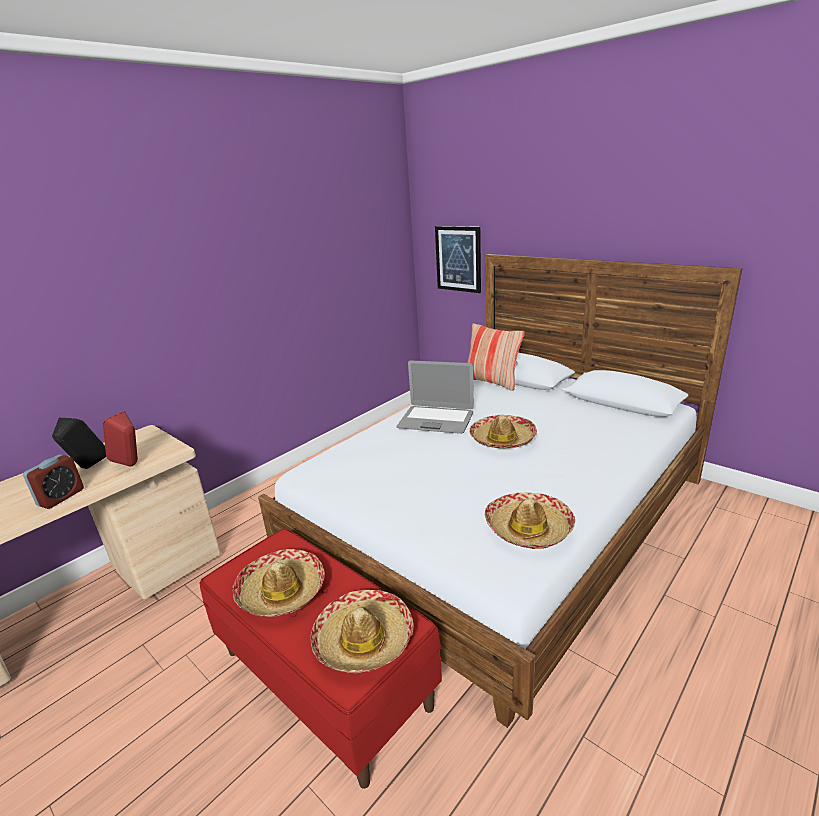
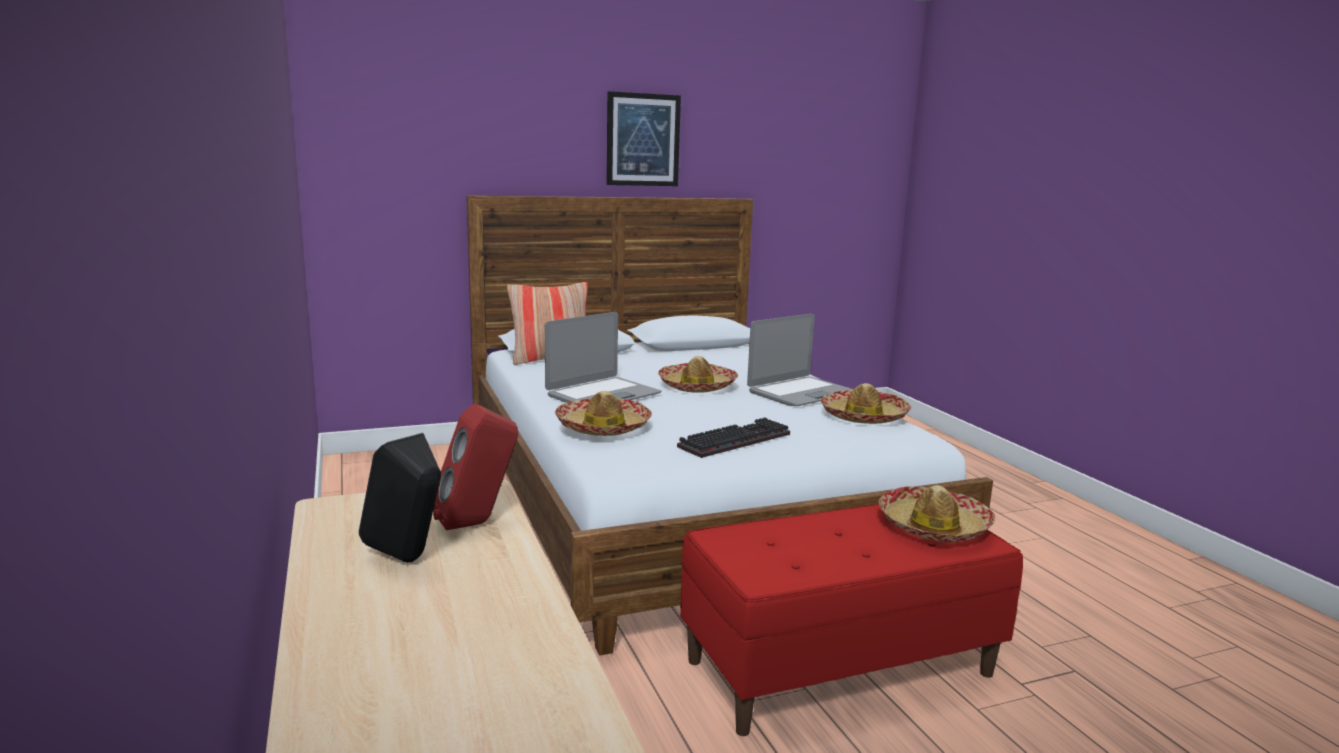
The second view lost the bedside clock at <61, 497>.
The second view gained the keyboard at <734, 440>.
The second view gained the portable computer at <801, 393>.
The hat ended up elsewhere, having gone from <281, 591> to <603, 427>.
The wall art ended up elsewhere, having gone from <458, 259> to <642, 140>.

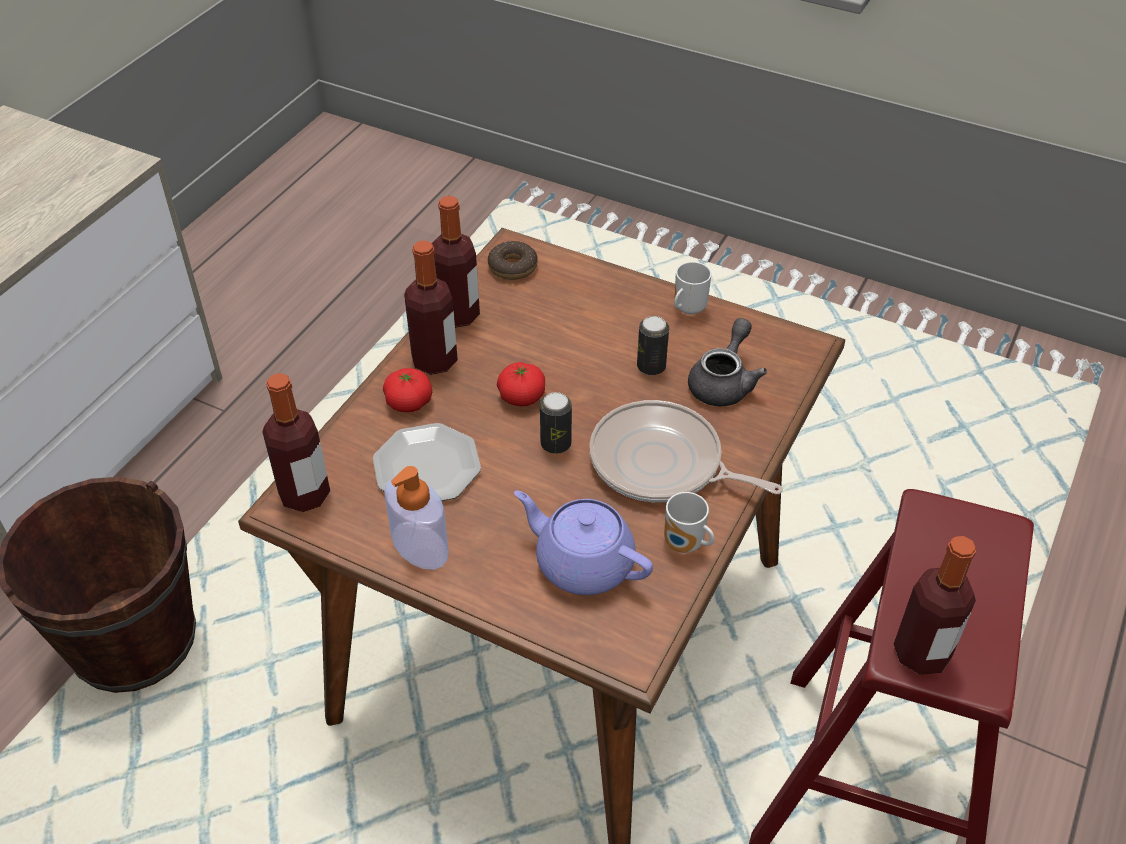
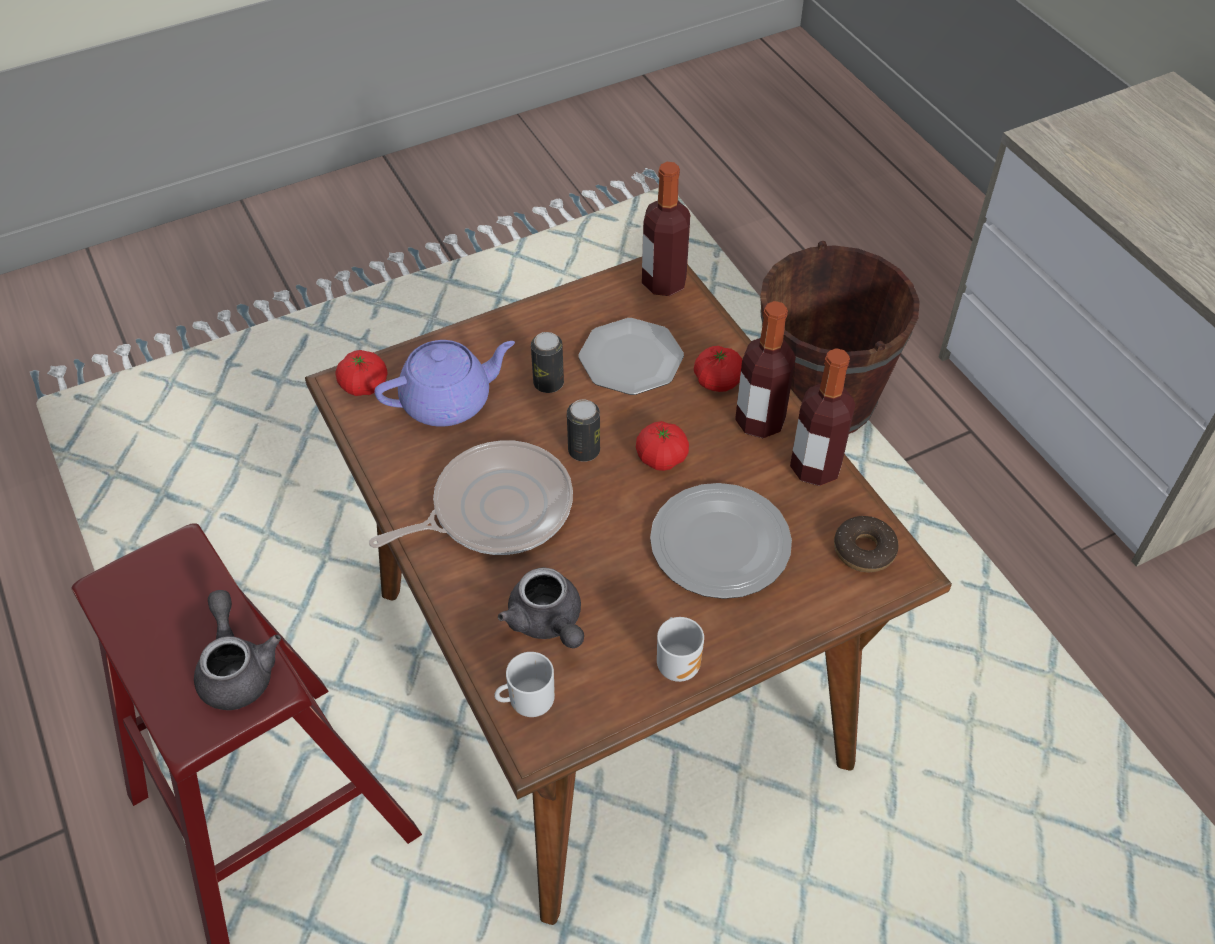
The second view lost the liquid soap bottle at <420, 545>.
The second view lost the beverage bottle at <921, 654>.
The second view gained the pot for tea (gray) at <237, 668>.
The second view gained the whole tomato at <364, 385>.
The second view gained the flat dish at <722, 543>.
The metal can ended up elsewhere, having gone from <651, 366> to <548, 383>.
The mug ended up elsewhere, having gone from <684, 546> to <528, 702>.

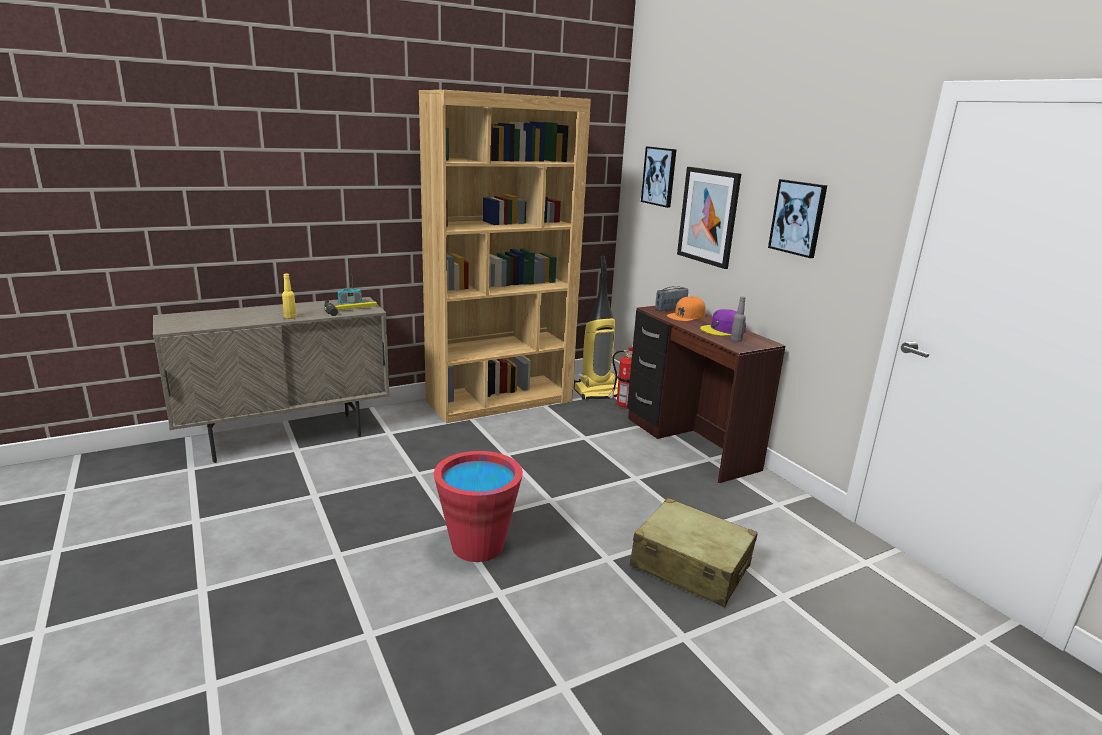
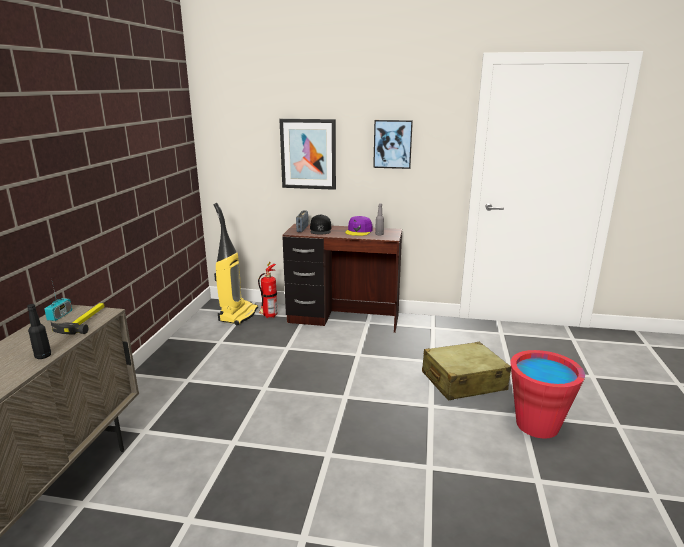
The second view lost the bookshelf (brown-coloured) at <500, 401>.
The second view lost the wall art at <659, 176>.
The pail (red-coloured) ended up elsewhere, having gone from <478, 546> to <537, 425>.
What was the beverage bottle (yellowish) at <290, 317> turned into the beverage bottle (black-coloured) at <43, 356>.
What was the peaked cap (orange) at <686, 315> turned into the peaked cap (black-coloured) at <320, 229>.

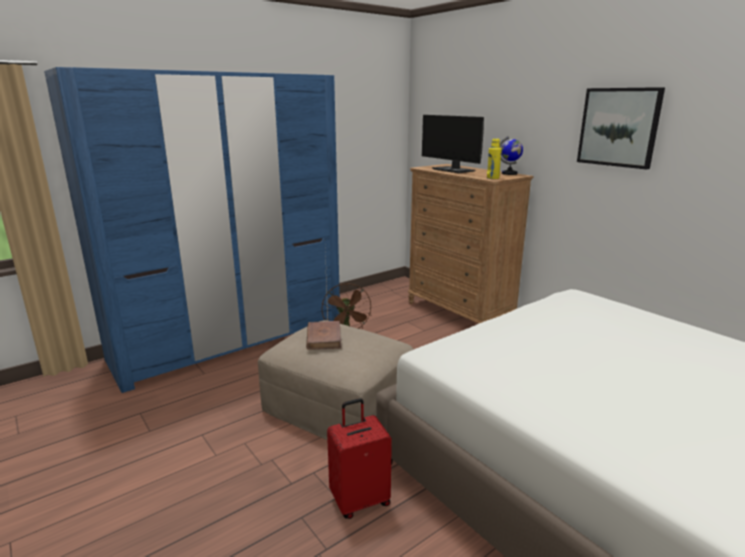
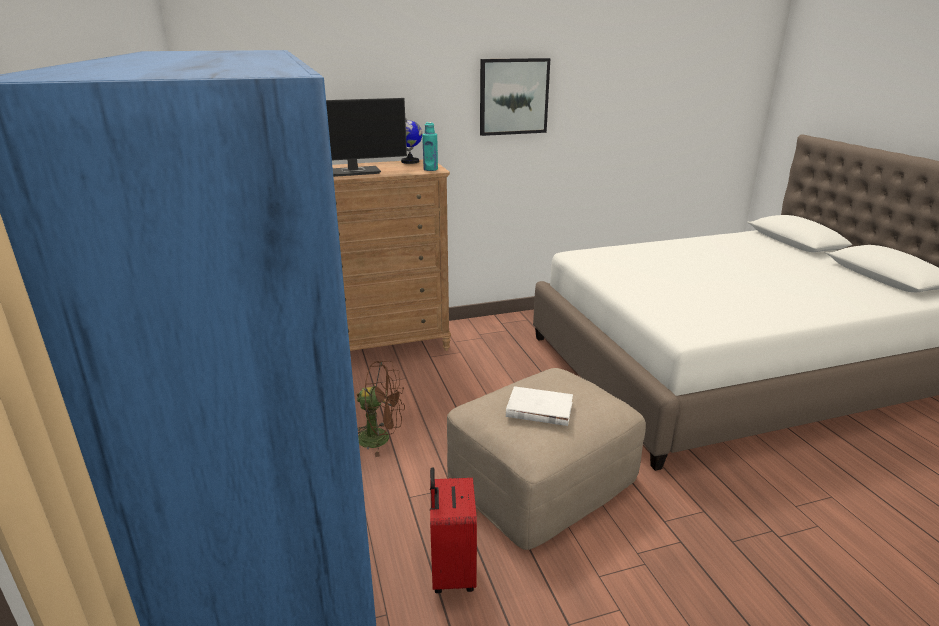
The piece of luggage (red-coloured) ended up elsewhere, having gone from <360, 500> to <451, 572>.
What was the book (brown-coloured) at <324, 338> turned into the book (white) at <539, 409>.
What was the beverage bottle (yellowish) at <492, 178> turned into the beverage bottle (turquoise-coloured) at <430, 169>.

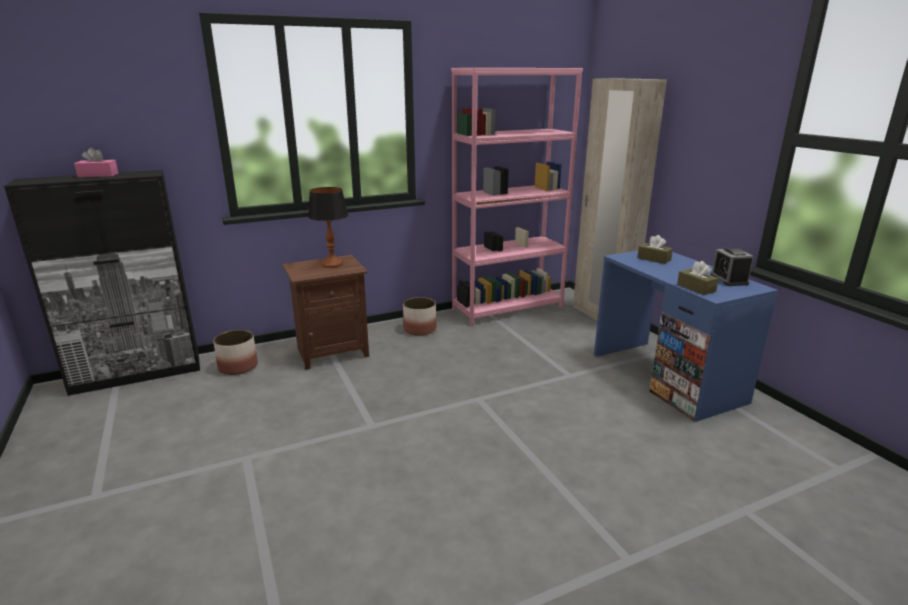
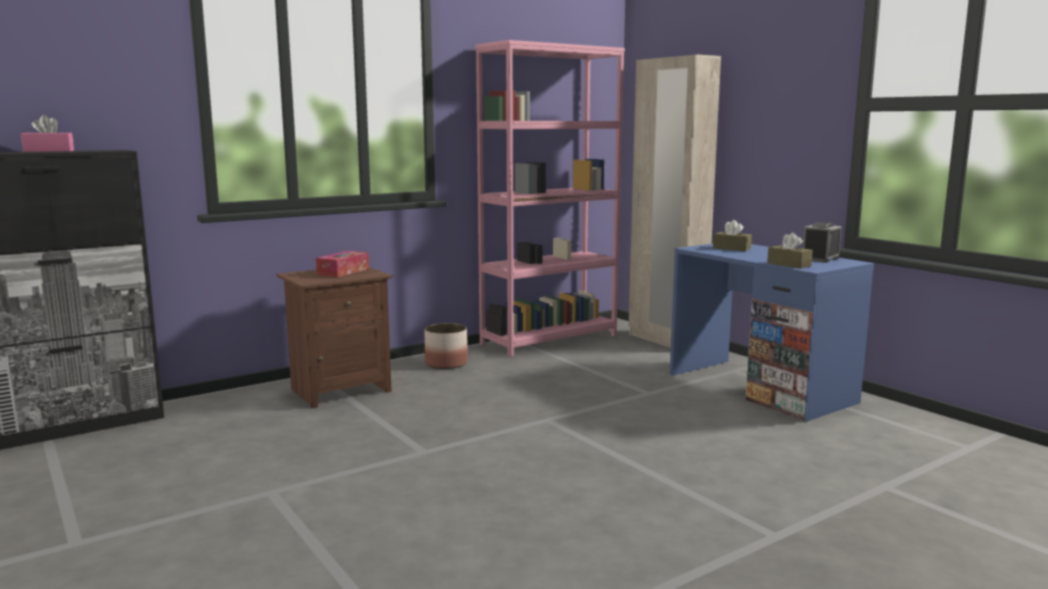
The second view lost the flower pot at <238, 366>.
Where the lamp for a table stood at <332, 264>, the tissue box came to stand at <343, 271>.
The bedside clock at <729, 280> ended up facing another way, 60 degrees clockwise from before.

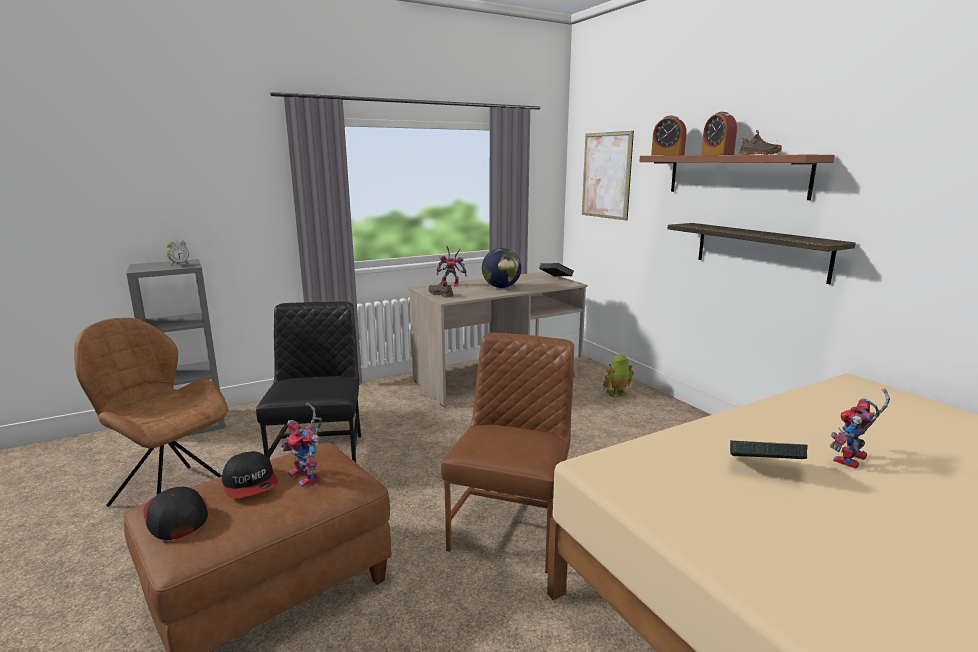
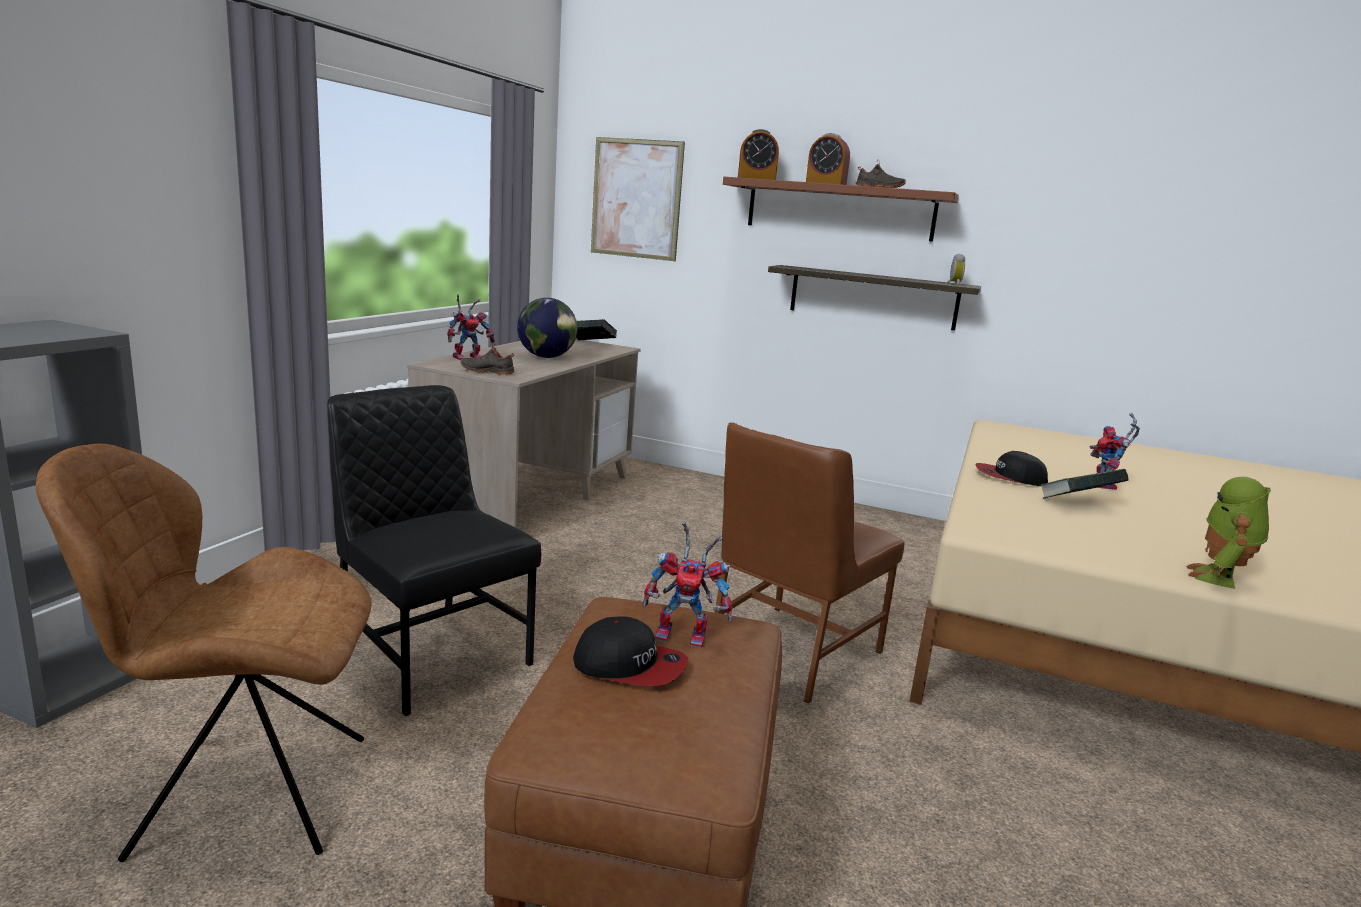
The peaked cap ended up elsewhere, having gone from <175, 516> to <1010, 478>.
The bedside clock ended up elsewhere, having gone from <179, 264> to <953, 284>.
The toy robot ended up elsewhere, having gone from <617, 394> to <1219, 578>.
The upright chair (brown-coloured) at <513, 525> ended up facing another way, 120 degrees counterclockwise from before.

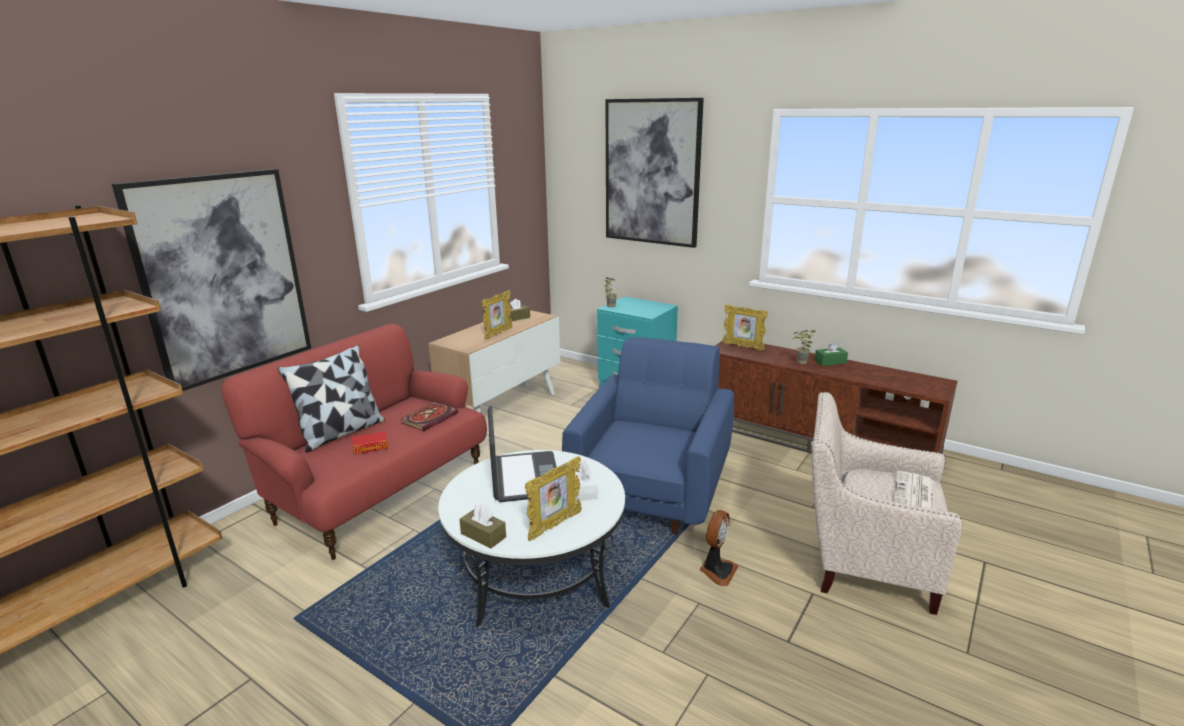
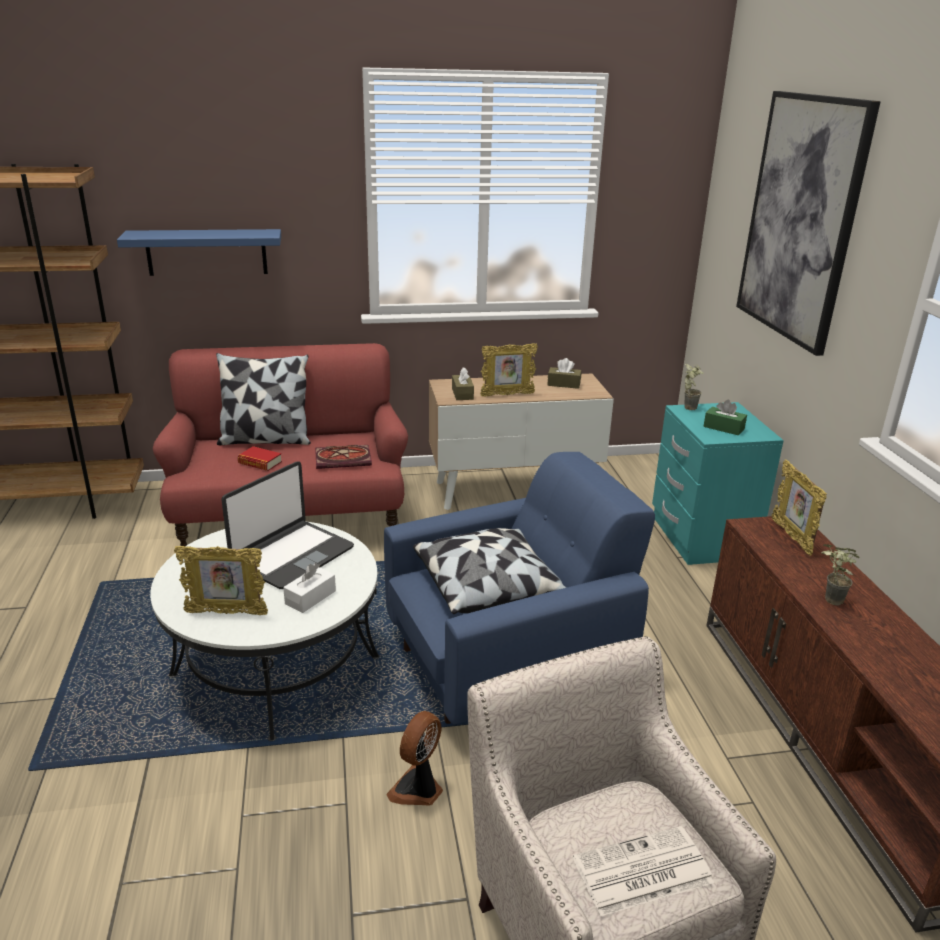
The second view gained the throw pillow at <488, 586>.
The tissue box (brown-coloured) ended up elsewhere, having gone from <483, 535> to <462, 394>.
The tissue box (greenish) ended up elsewhere, having gone from <830, 362> to <723, 428>.
Where the wall art hung at <223, 277>, the bracket shelf (blue-coloured) came to hang at <206, 252>.
The cooling fan at <717, 571> ended up facing another way, 135 degrees clockwise from before.

